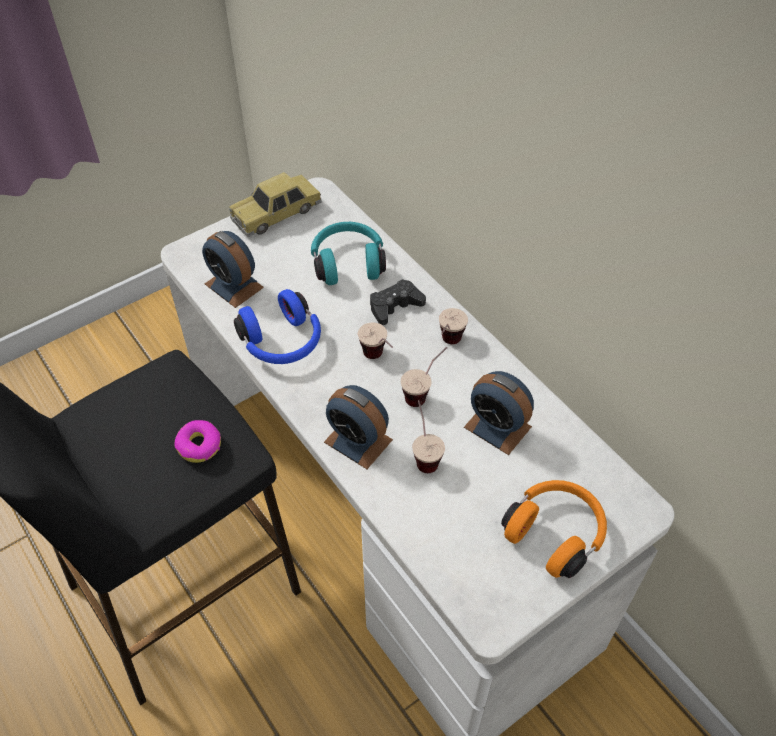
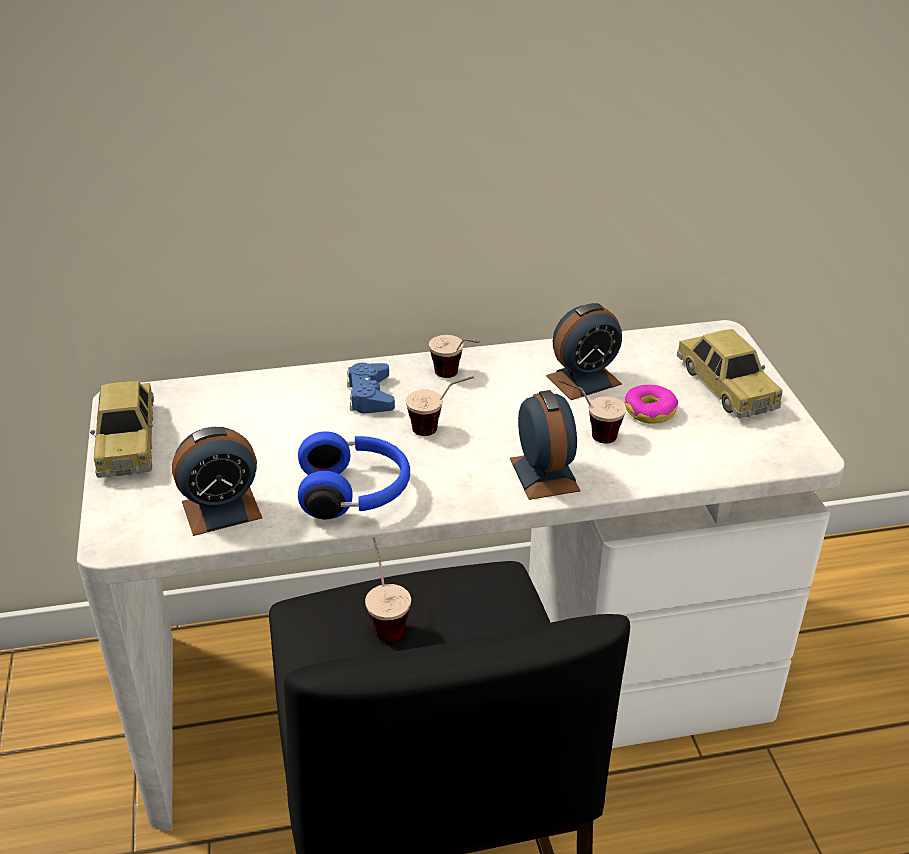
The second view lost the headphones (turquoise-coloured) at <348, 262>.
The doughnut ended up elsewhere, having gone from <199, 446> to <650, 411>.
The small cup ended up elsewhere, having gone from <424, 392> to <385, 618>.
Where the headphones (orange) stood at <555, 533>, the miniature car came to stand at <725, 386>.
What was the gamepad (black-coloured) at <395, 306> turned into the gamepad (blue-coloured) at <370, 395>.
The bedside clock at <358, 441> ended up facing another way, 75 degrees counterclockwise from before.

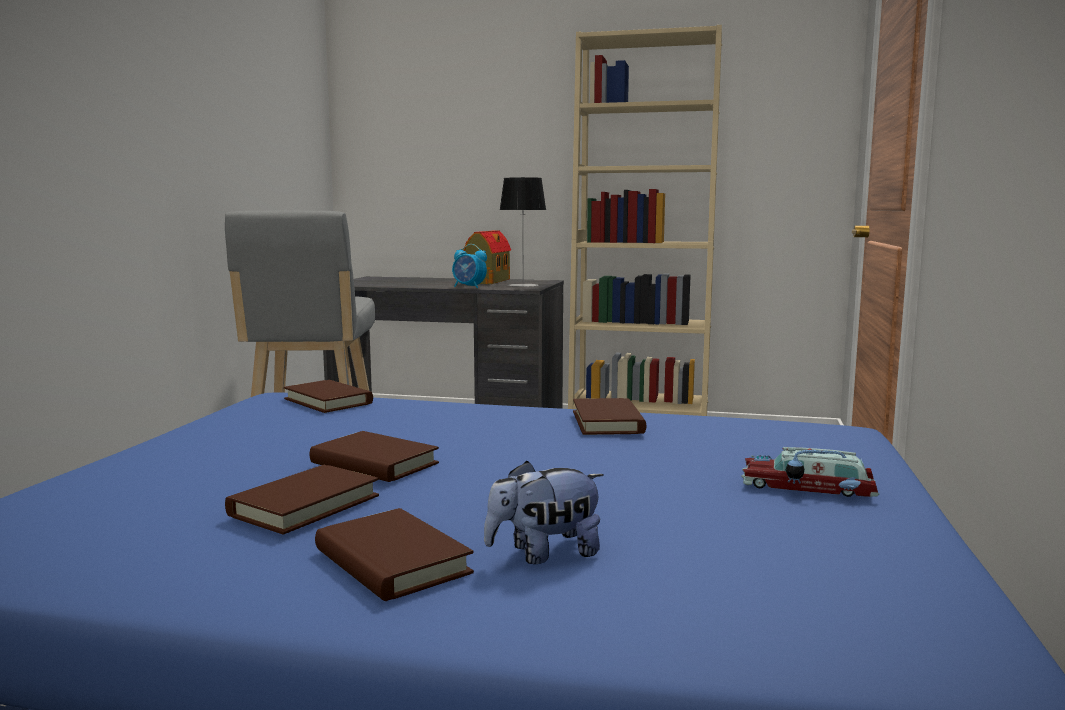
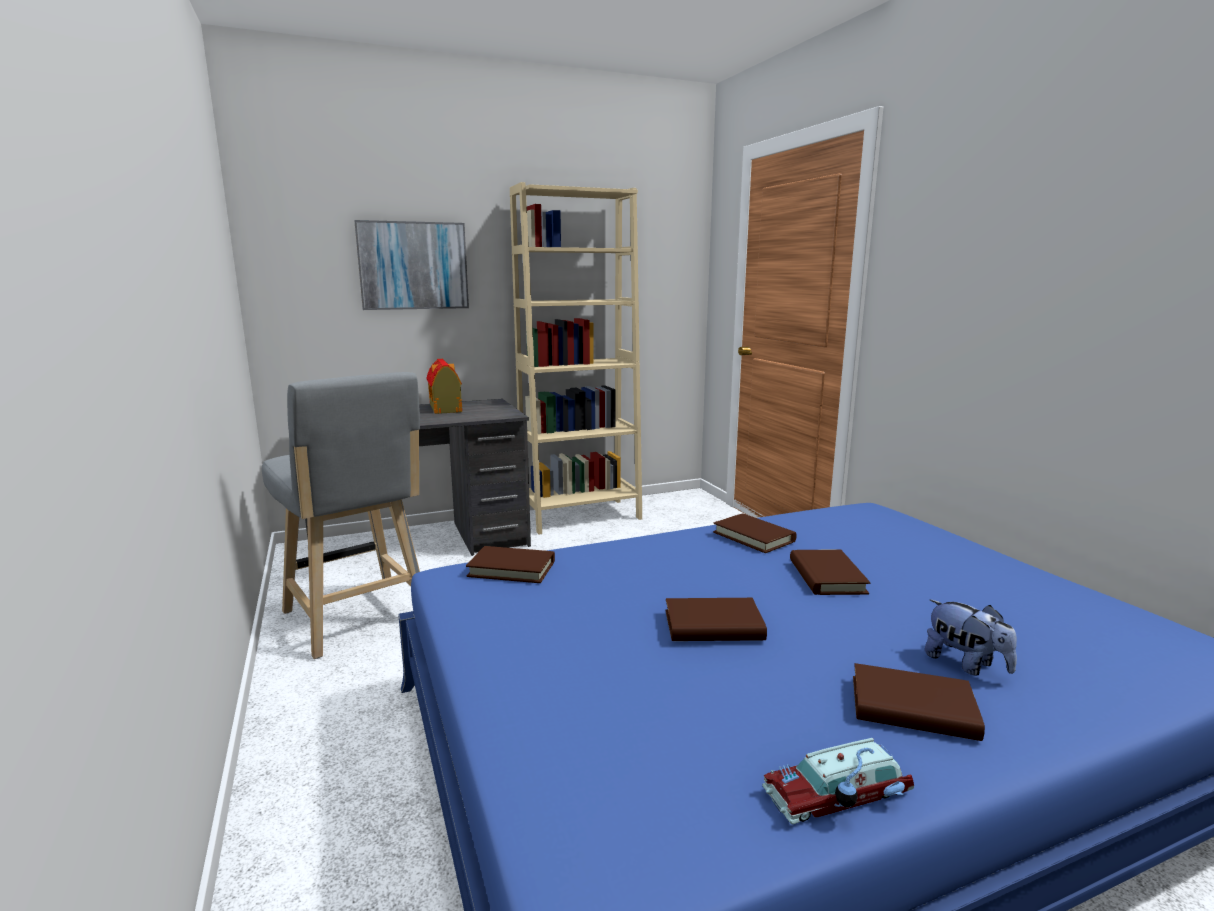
The second view lost the bedside clock at <469, 287>.
The second view lost the lamp for a table at <523, 285>.
The second view gained the wall art at <413, 266>.
The book (brown-coloured) ended up elsewhere, having gone from <304, 505> to <827, 576>.
The miniature car ended up elsewhere, having gone from <809, 487> to <840, 794>.
The plush toy at <544, 554> ended up facing another way, 75 degrees counterclockwise from before.

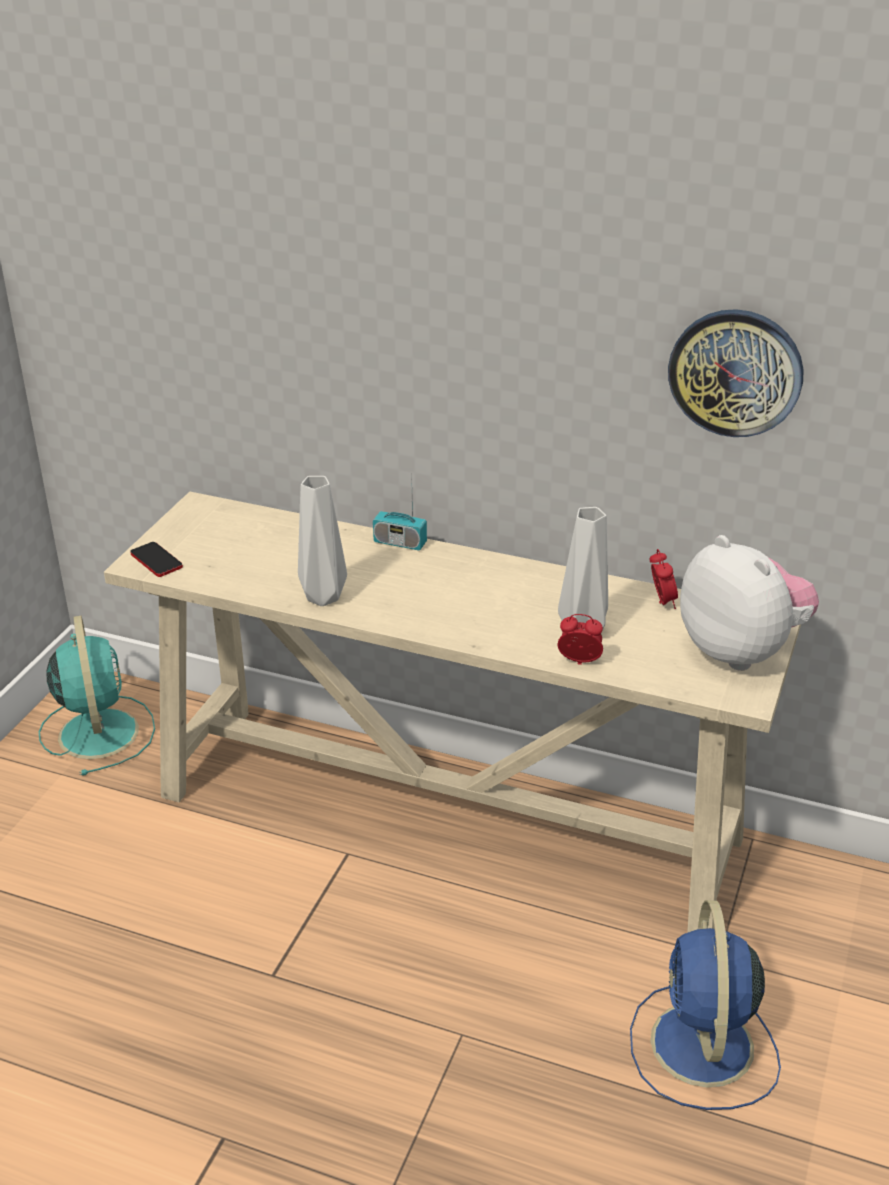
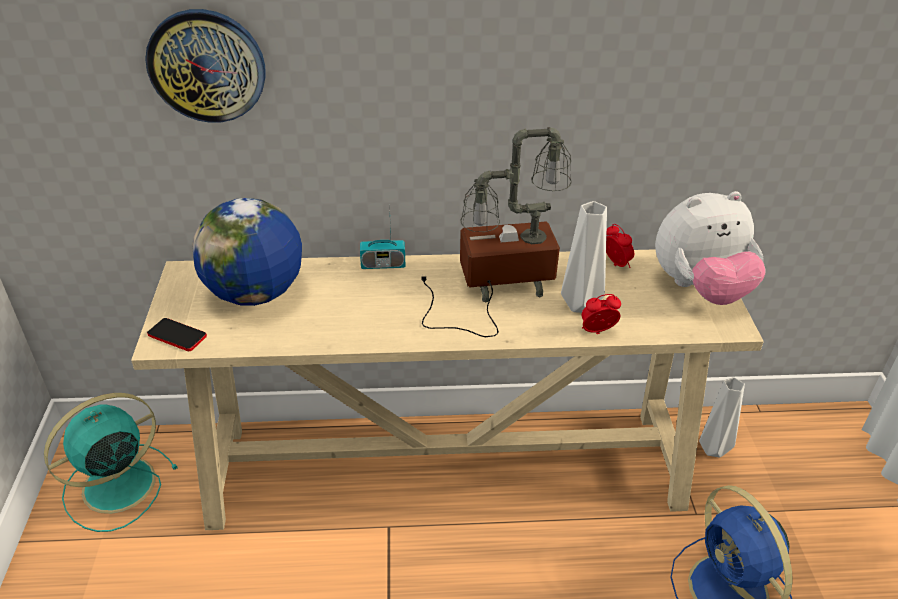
The second view gained the world globe at <255, 294>.
The second view gained the lamp for a table at <494, 287>.
The flower vase (gray) ended up elsewhere, having gone from <325, 597> to <714, 448>.
The clock on the wall ended up elsewhere, having gone from <735, 372> to <207, 66>.
The cooling fan (turquoise-coloured) at <98, 731> ended up facing another way, 90 degrees counterclockwise from before.
The plush toy at <741, 651> ended up facing another way, 135 degrees clockwise from before.

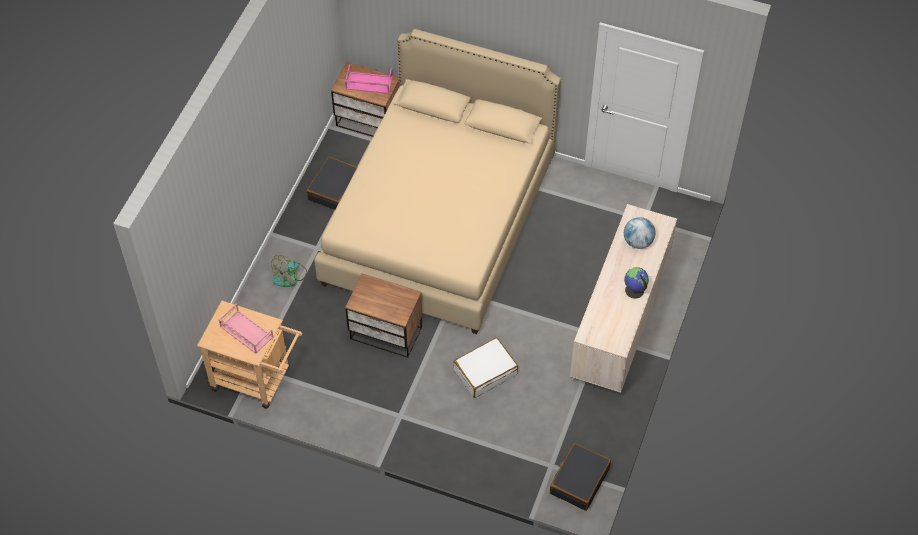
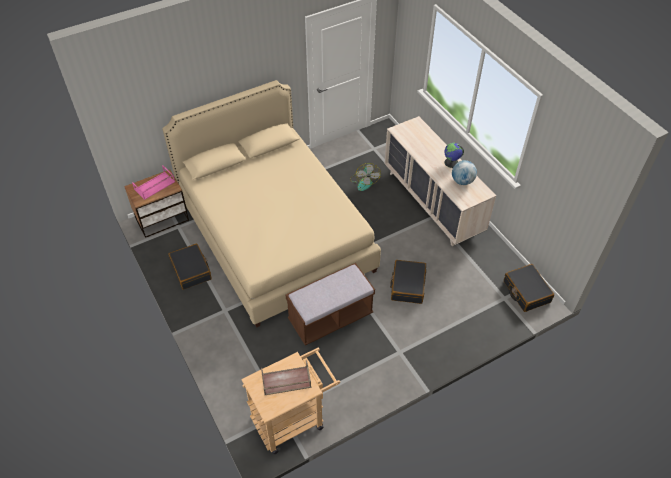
The cooling fan ended up elsewhere, having gone from <290, 277> to <364, 181>.
The world globe ended up elsewhere, having gone from <638, 242> to <462, 181>.
Where the nightstand stood at <386, 334>, the long seat (brown-coloured) came to stand at <330, 317>.
What was the carrying tray (pinkish) at <246, 332> turned into the carrying tray (brown-coloured) at <286, 381>.
What was the piece of luggage (white) at <485, 372> turned into the piece of luggage (black-coloured) at <407, 285>.

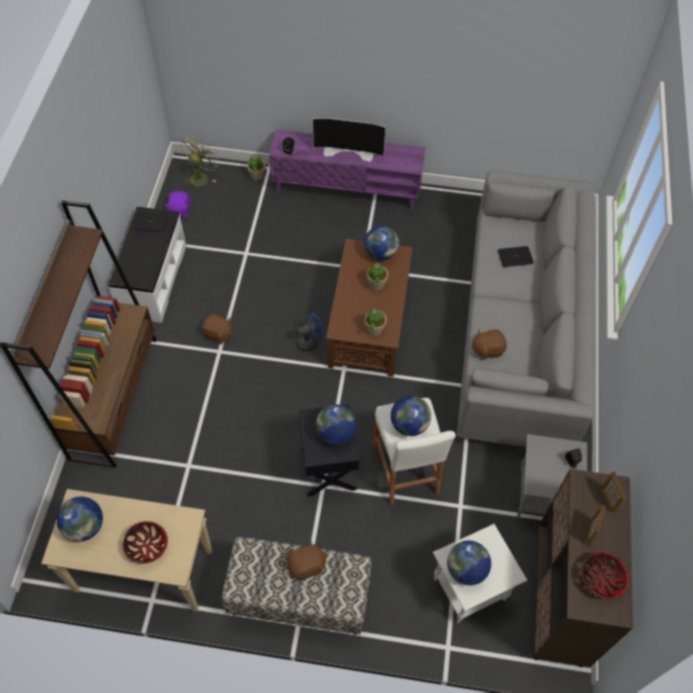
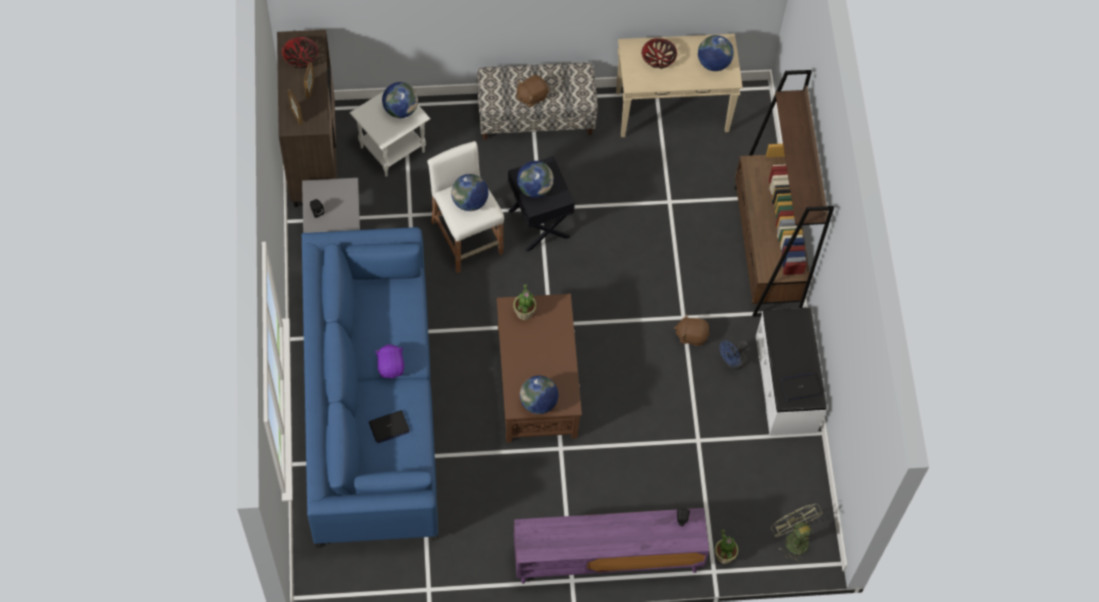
The second view lost the TV at <349, 151>.
The second view lost the potted plant at <376, 284>.
The second view lost the plush toy (brown-coloured) at <487, 349>.
The plush toy (purple-coloured) ended up elsewhere, having gone from <179, 211> to <391, 366>.
The cooling fan (blue-coloured) ended up elsewhere, having gone from <310, 342> to <732, 362>.
What was the couch (gray) at <519, 332> turned into the couch (blue-coloured) at <371, 404>.
The cooling fan (greenish) at <201, 176> ended up facing another way, 135 degrees clockwise from before.

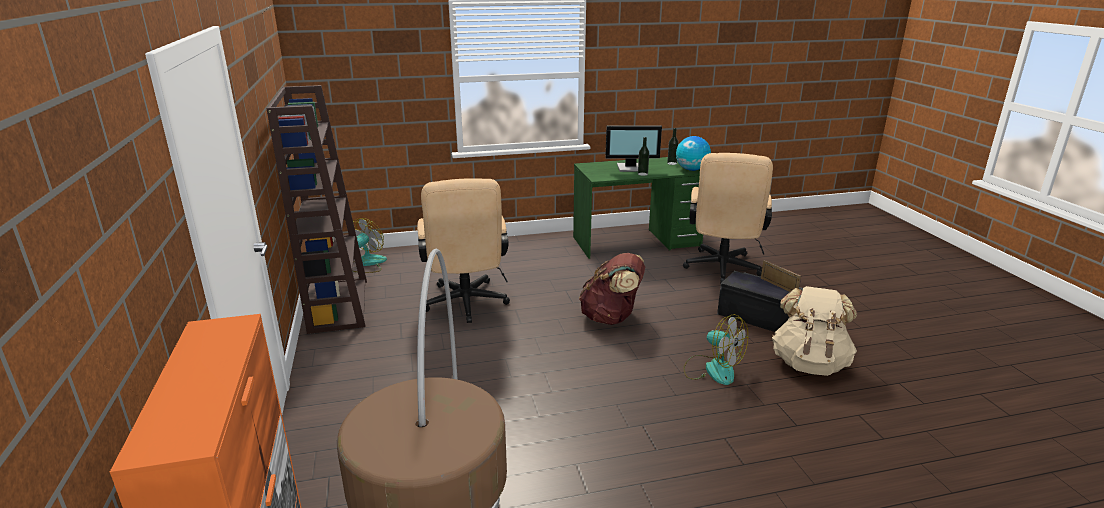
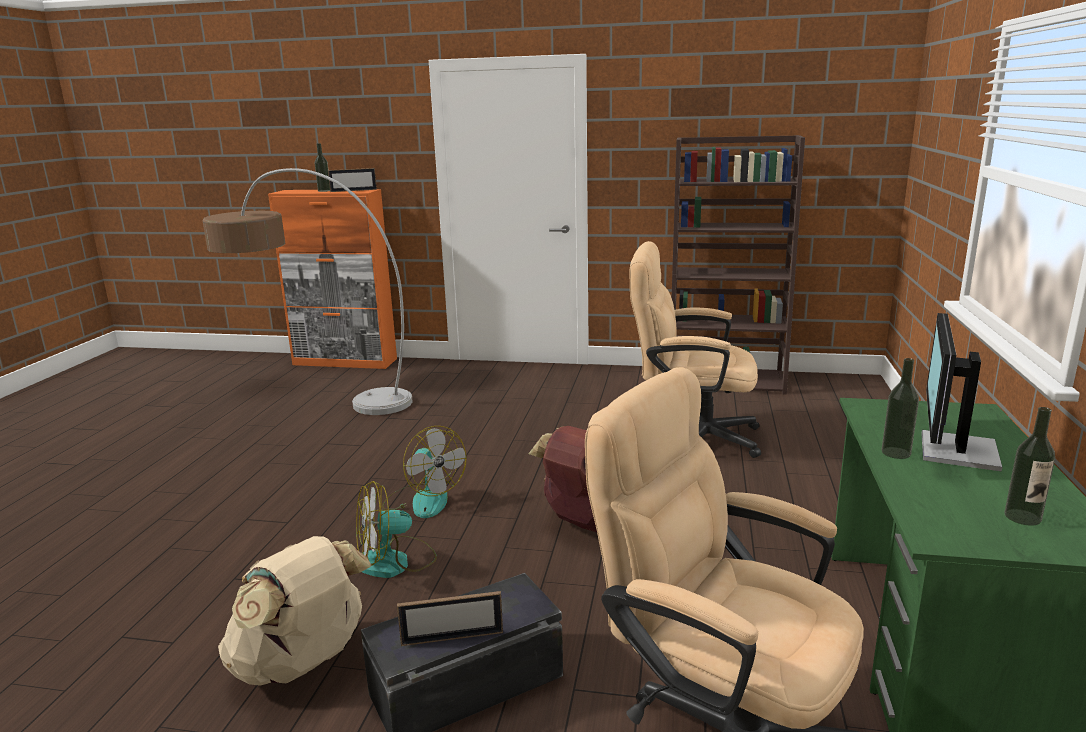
The second view lost the world globe at <691, 170>.
The second view gained the beverage bottle at <324, 191>.
The second view gained the standing frame at <353, 190>.
The cooling fan ended up elsewhere, having gone from <367, 264> to <423, 500>.

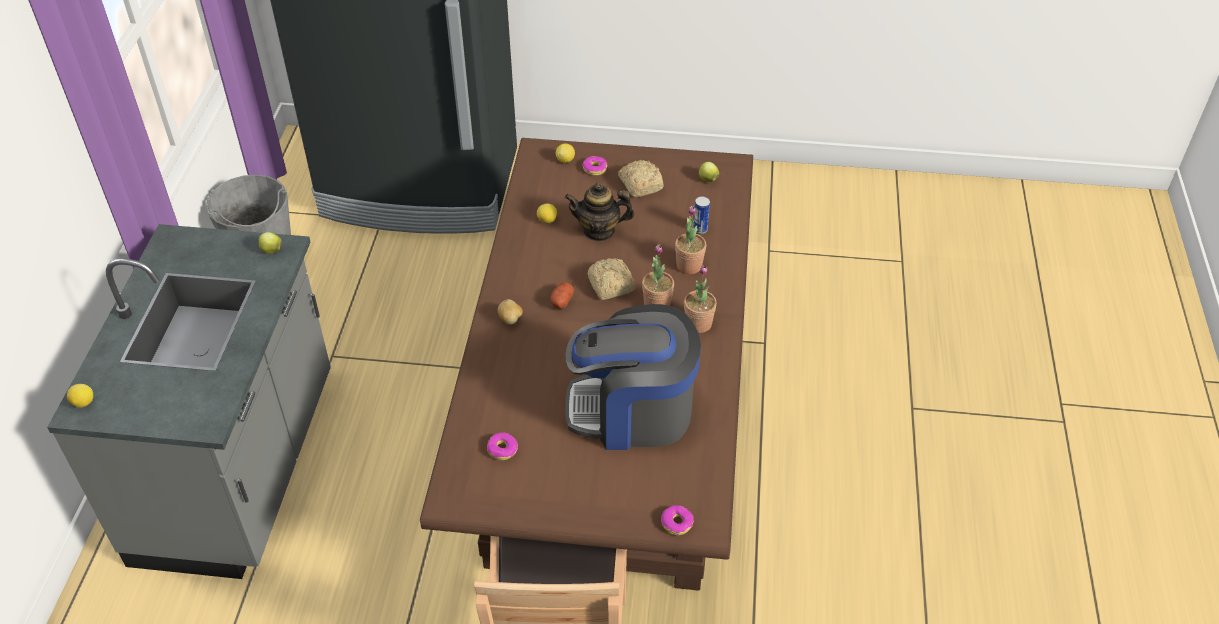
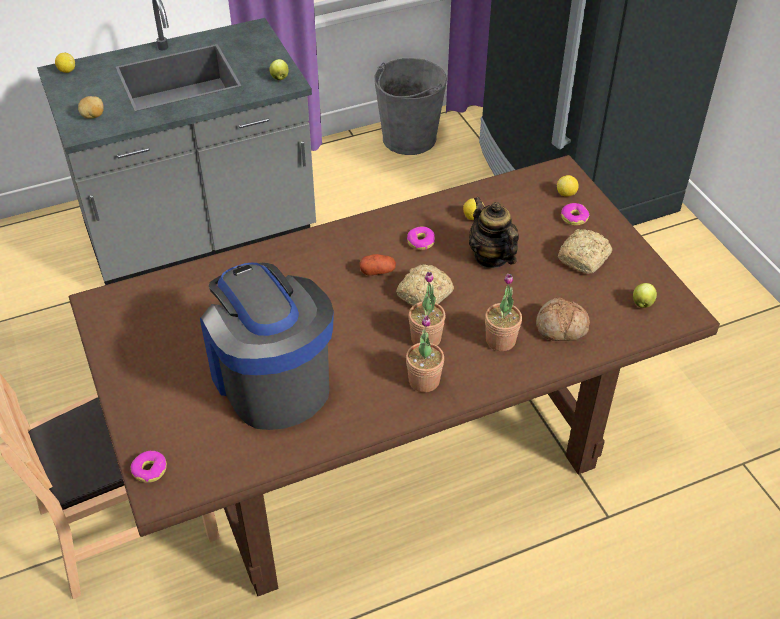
The doughnut ended up elsewhere, having gone from <502, 450> to <420, 242>.
The potato ended up elsewhere, having gone from <510, 319> to <93, 116>.
Where the metal can stood at <700, 229>, the bread came to stand at <561, 328>.

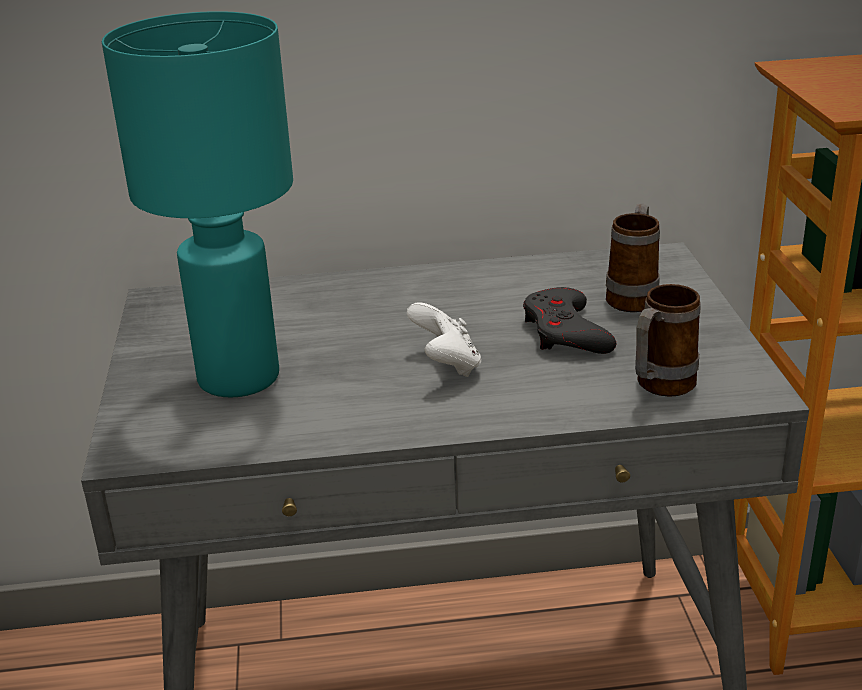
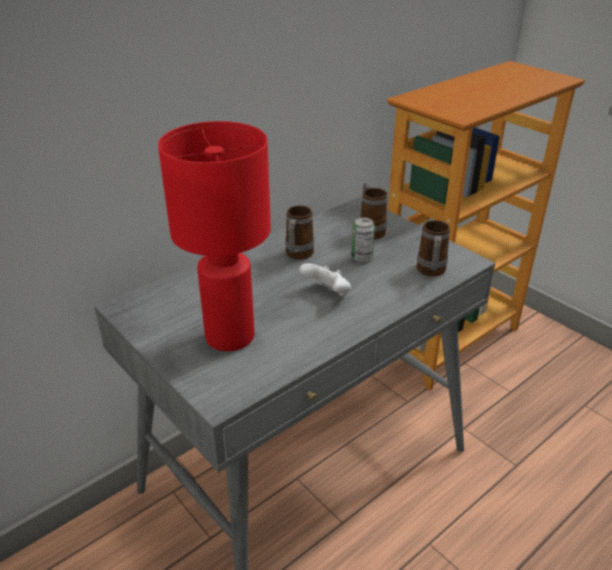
The second view gained the mug at <297, 256>.
Where the gamepad (gray) stood at <565, 332>, the metal can came to stand at <361, 258>.
What was the lamp for a table (turquoise-coloured) at <239, 379> turned into the lamp for a table (red-coloured) at <231, 337>.

